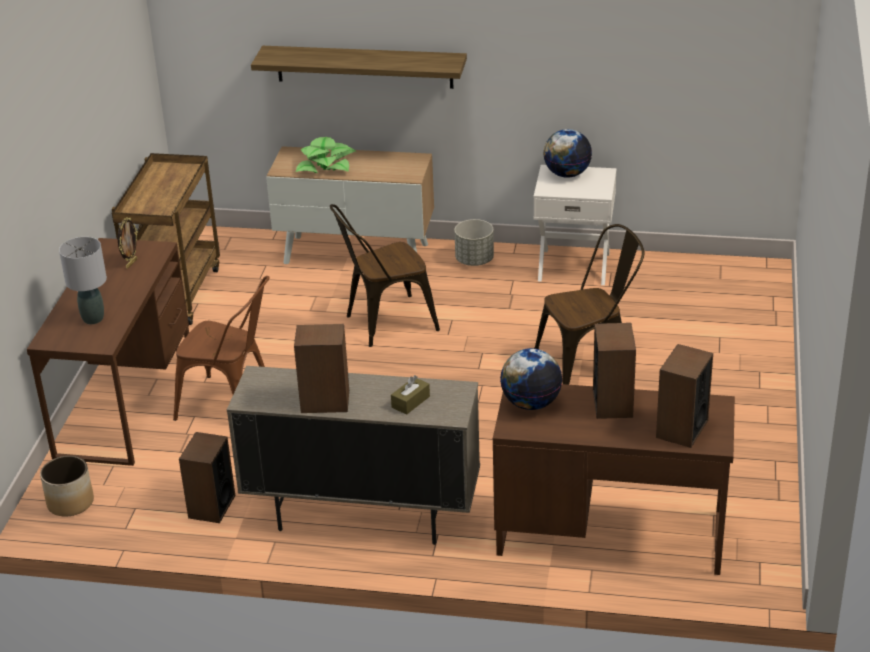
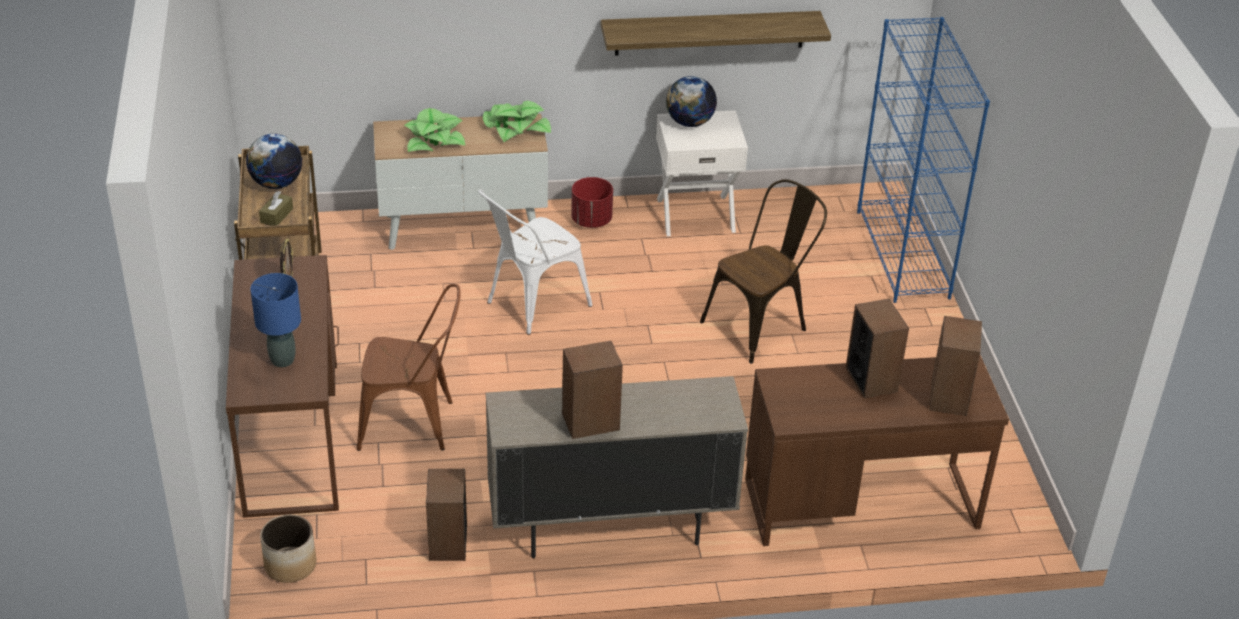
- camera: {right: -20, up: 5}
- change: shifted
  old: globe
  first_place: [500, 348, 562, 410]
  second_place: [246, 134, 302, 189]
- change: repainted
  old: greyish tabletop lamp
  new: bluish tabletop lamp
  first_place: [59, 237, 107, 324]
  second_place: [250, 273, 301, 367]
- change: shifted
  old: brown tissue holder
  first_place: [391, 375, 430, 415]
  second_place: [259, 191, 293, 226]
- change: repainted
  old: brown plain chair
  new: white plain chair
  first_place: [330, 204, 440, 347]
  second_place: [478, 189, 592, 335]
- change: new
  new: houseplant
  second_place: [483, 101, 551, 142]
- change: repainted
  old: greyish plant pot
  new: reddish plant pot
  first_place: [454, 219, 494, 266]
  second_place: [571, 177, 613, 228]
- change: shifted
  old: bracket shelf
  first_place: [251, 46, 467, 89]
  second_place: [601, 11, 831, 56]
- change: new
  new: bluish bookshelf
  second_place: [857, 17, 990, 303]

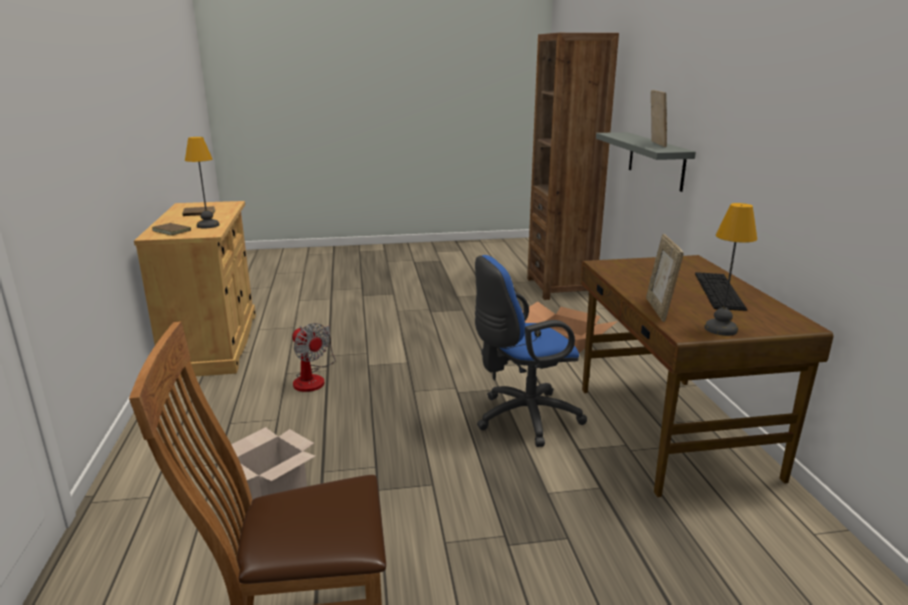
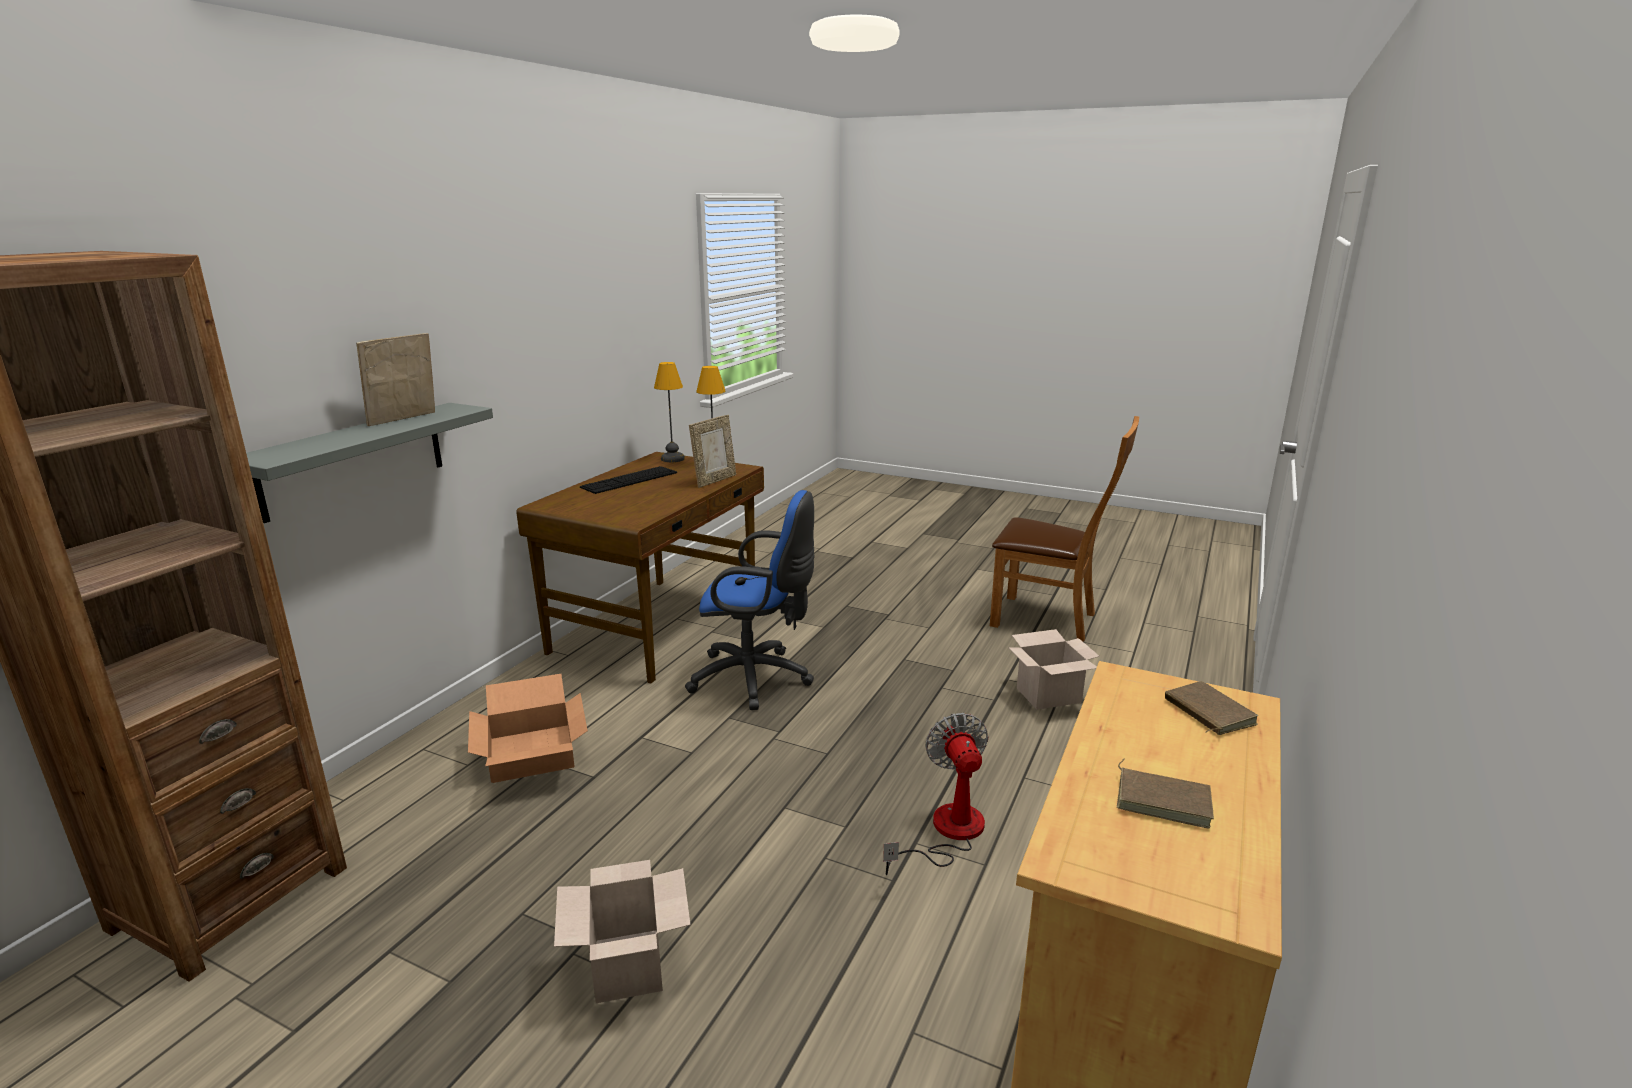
- camera: {right: -145, up: 0}
- change: new
  new: carton
  second_place: [554, 860, 691, 1003]
- change: shifted
  old: tabletop lamp
  first_place: [185, 137, 219, 228]
  second_place: [654, 362, 685, 462]

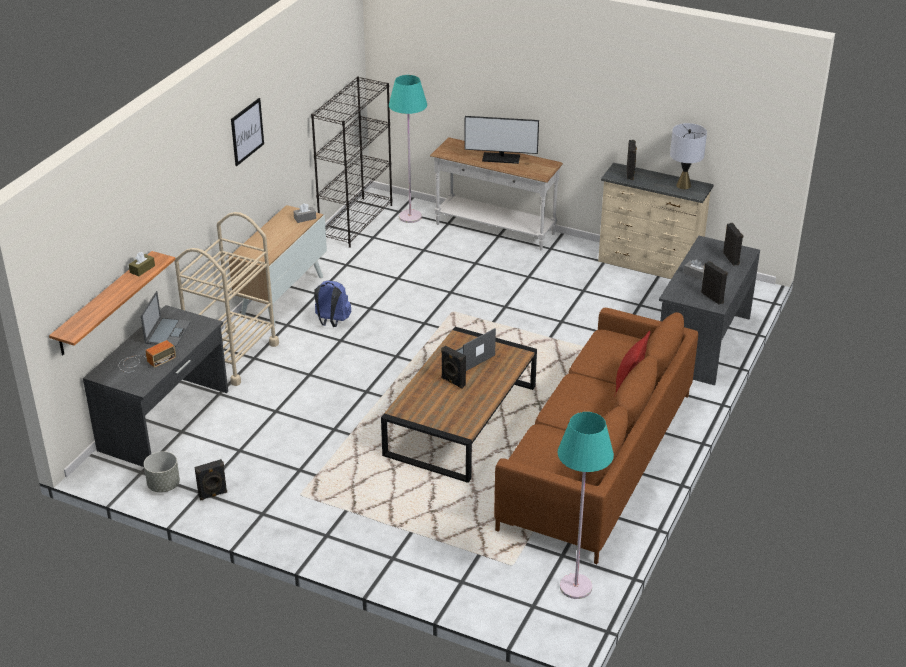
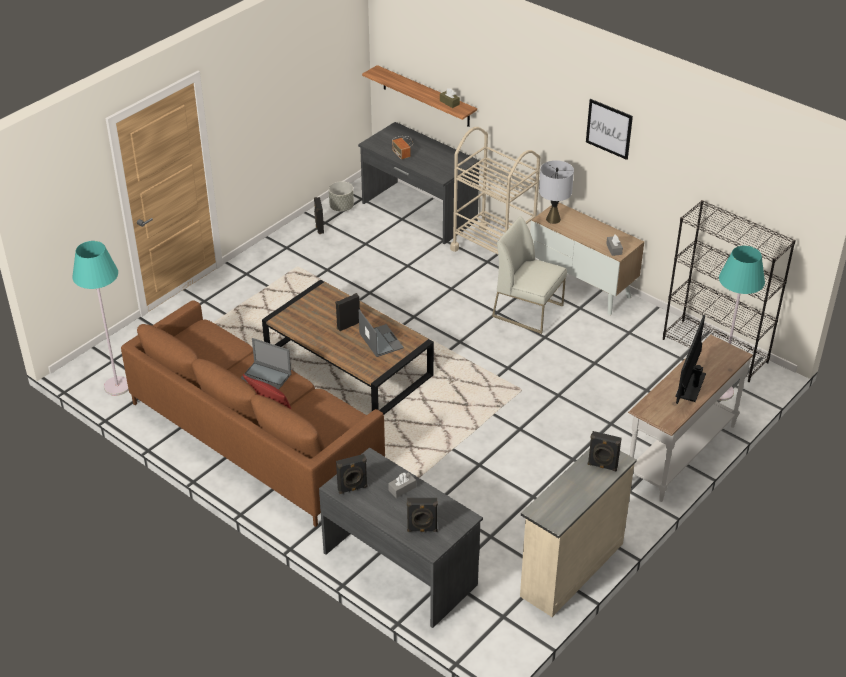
- camera: {right: 105, up: 5}
- change: shifted
  old: laptop
  first_place: [141, 291, 191, 347]
  second_place: [241, 338, 291, 390]
- change: swapped
  old: bluish backpack
  new: white plain chair
  first_place: [314, 280, 351, 327]
  second_place: [492, 216, 567, 334]
- change: shifted
  old: greyish tabletop lamp
  first_place: [670, 123, 707, 189]
  second_place: [539, 160, 574, 224]

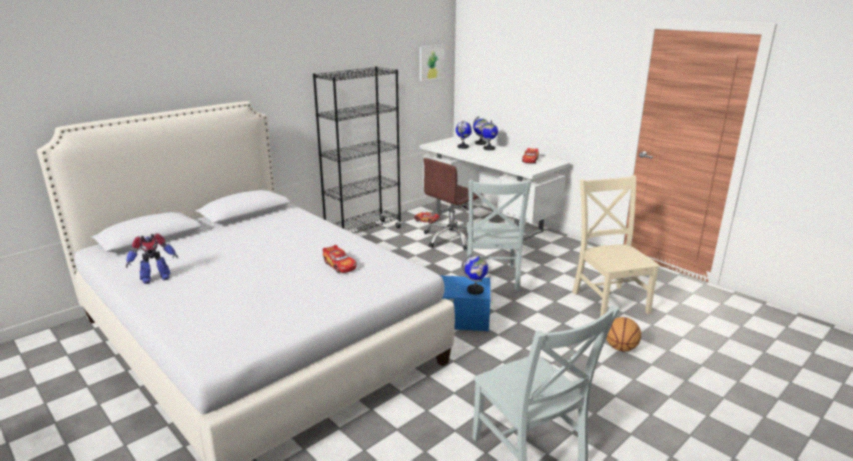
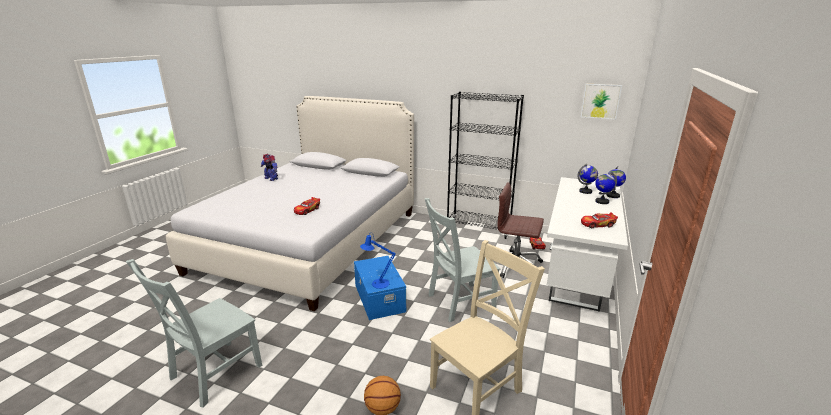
- camera: {right: 65, up: 0}
- change: swapped
  old: globe
  new: bluish tabletop lamp
  first_place: [461, 254, 488, 295]
  second_place: [360, 233, 396, 289]

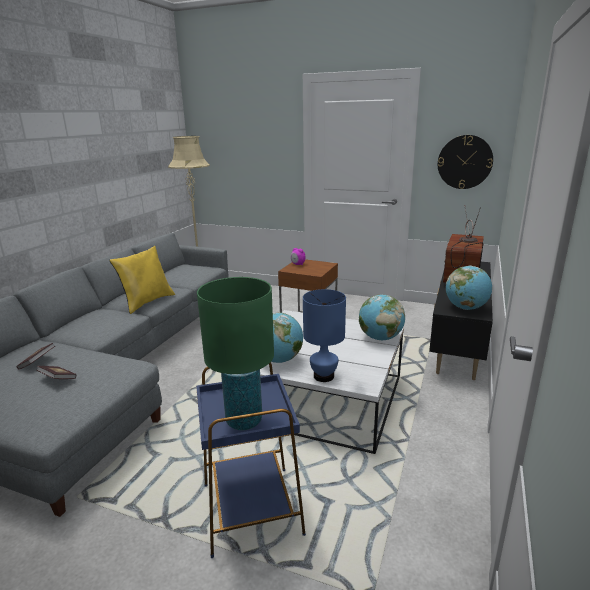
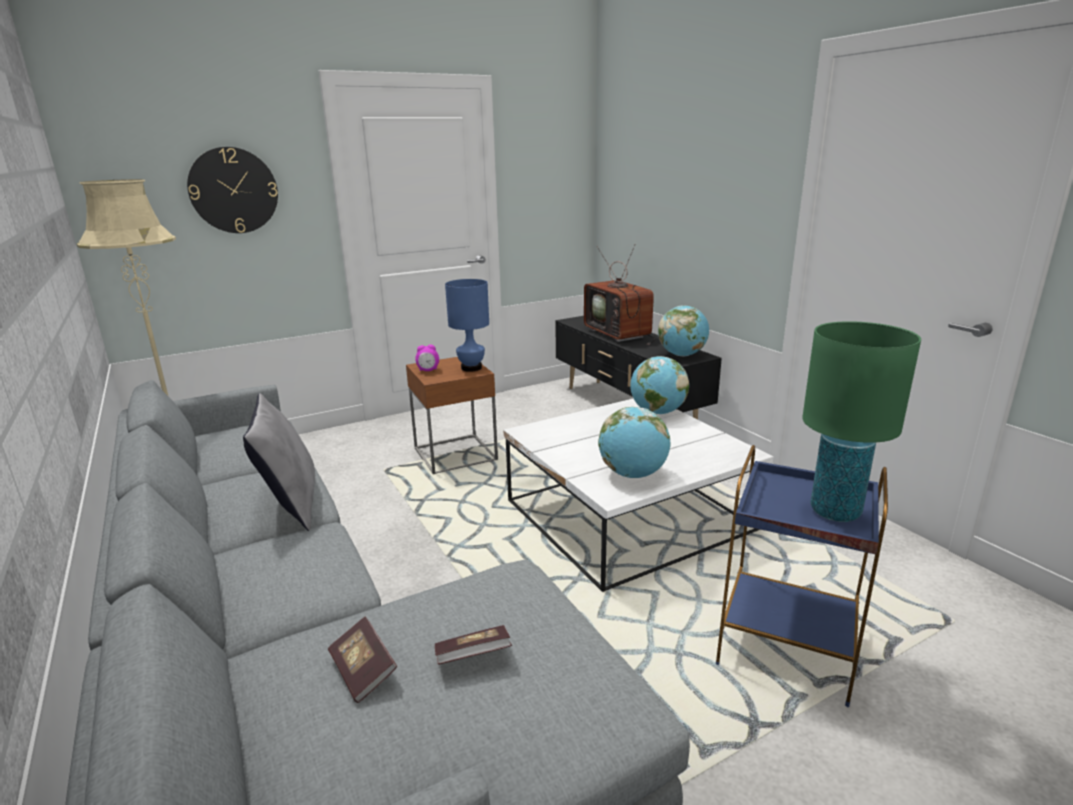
- camera: {right: -50, up: 0}
- change: shifted
  old: hanging clock
  first_place: [438, 135, 493, 189]
  second_place: [187, 147, 278, 233]
- change: repainted
  old: yellow-coloured throw pillow
  new: greyish throw pillow
  first_place: [109, 246, 175, 314]
  second_place: [243, 393, 315, 531]
- change: shifted
  old: bluish tabletop lamp
  first_place: [303, 289, 346, 382]
  second_place: [445, 279, 489, 372]

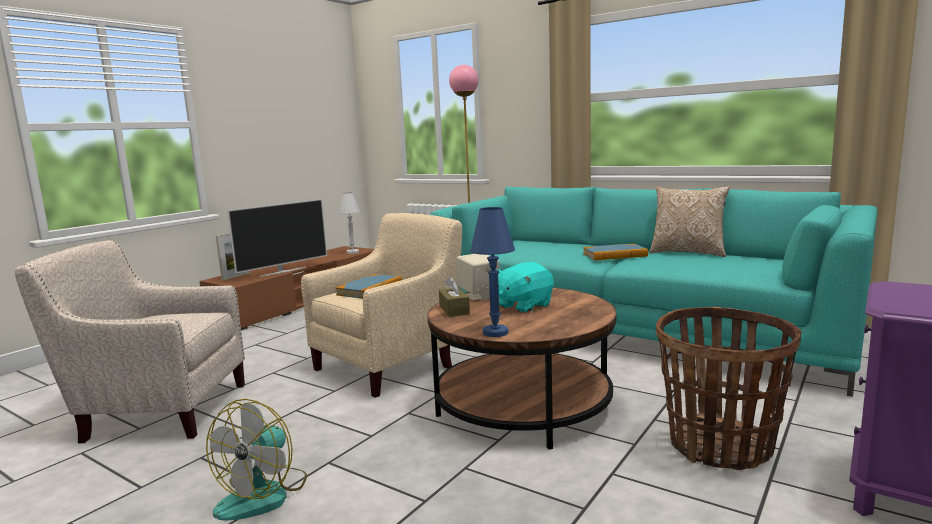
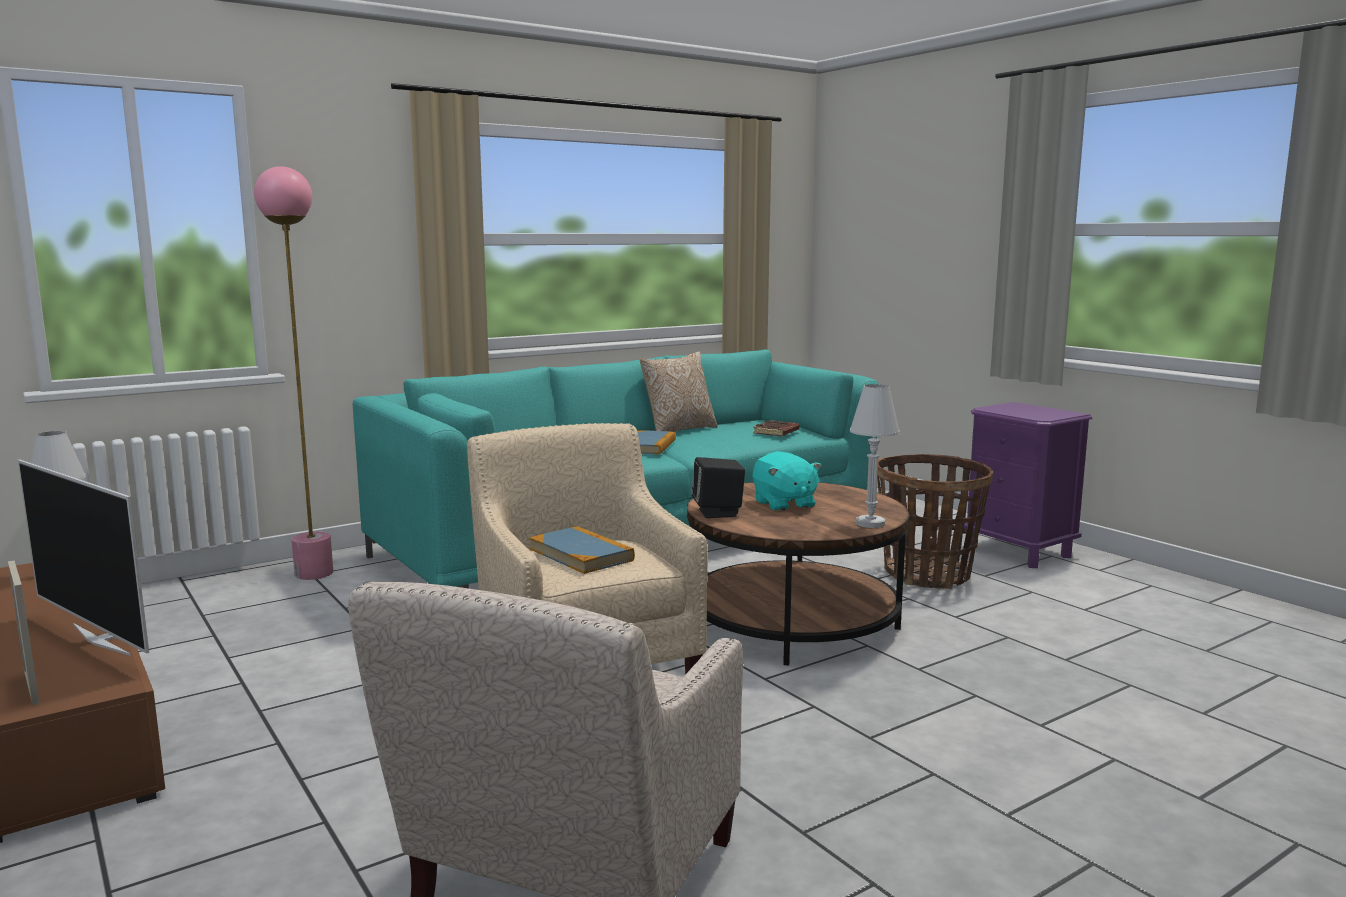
- camera: {right: -70, up: 0}
- change: rotated
  old: TV
  first_place: [227, 199, 327, 277]
  second_place: [18, 460, 149, 656]
  degrees: 150
- change: repainted
  old: sand-coloured speaker
  new: blackish speaker
  first_place: [457, 254, 500, 301]
  second_place: [691, 457, 745, 518]
- change: new
  new: brown book
  second_place: [753, 420, 800, 436]
- change: repainted
  old: bluish tabletop lamp
  new: white tabletop lamp
  first_place: [470, 207, 515, 337]
  second_place: [850, 384, 900, 528]
- change: gone
  old: fan
  first_place: [206, 399, 307, 520]
- change: gone
  old: brown tissue holder
  first_place: [439, 277, 470, 317]

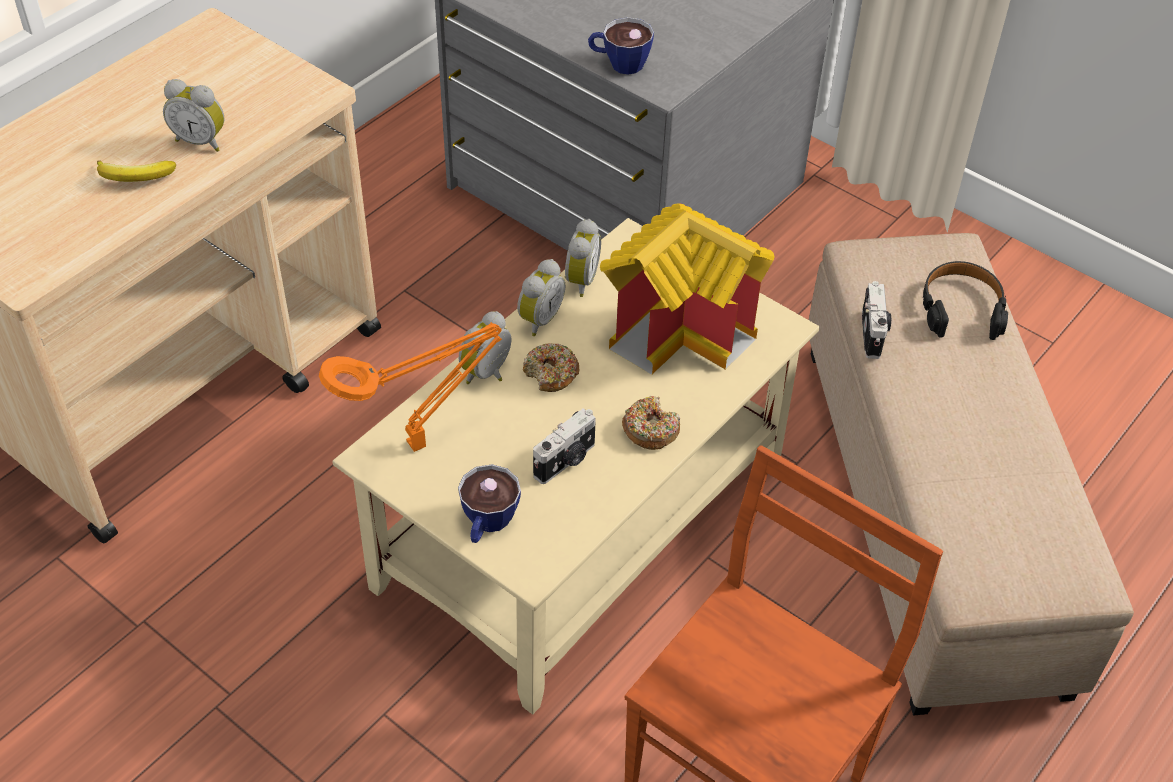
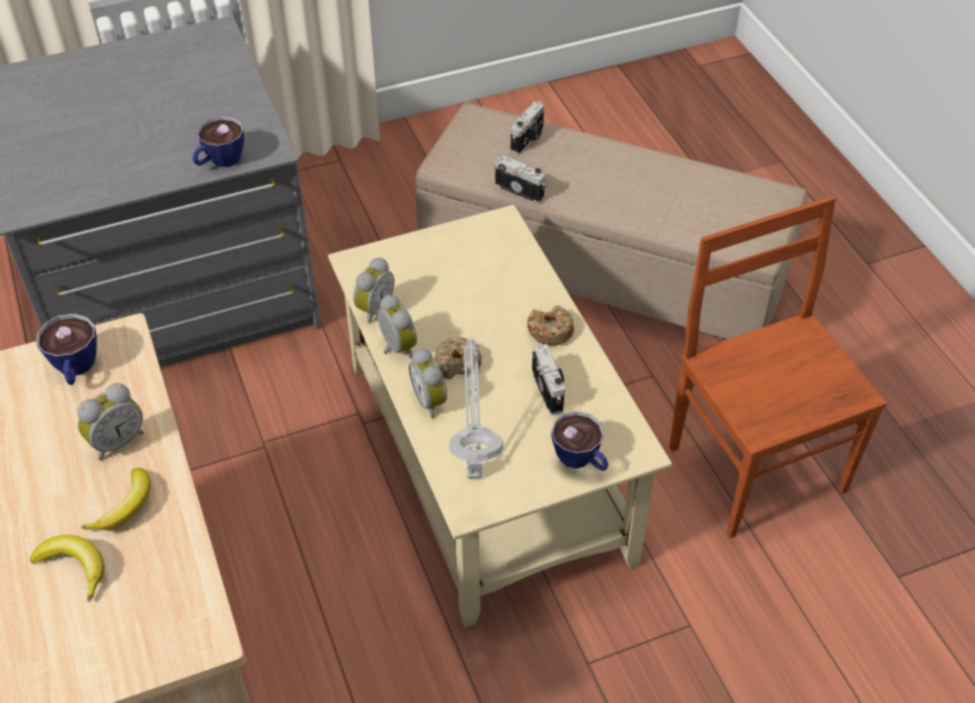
- camera: {right: -60, up: 0}
- change: new
  new: banana
  second_place: [30, 535, 105, 602]
- change: new
  new: cup
  second_place: [36, 314, 97, 385]
- change: rotated
  old: alarm clock
  first_place: [564, 219, 601, 297]
  second_place: [353, 257, 395, 324]
  degrees: 75
- change: repainted
  old: orange-coloured tabletop lamp
  new: greyish tabletop lamp
  first_place: [319, 322, 502, 452]
  second_place: [449, 338, 503, 478]
- change: swapped
  old: blackish headset
  new: photo camera
  first_place: [923, 261, 1008, 340]
  second_place: [511, 101, 544, 155]
- change: gone
  old: model house
  first_place: [600, 203, 775, 375]

